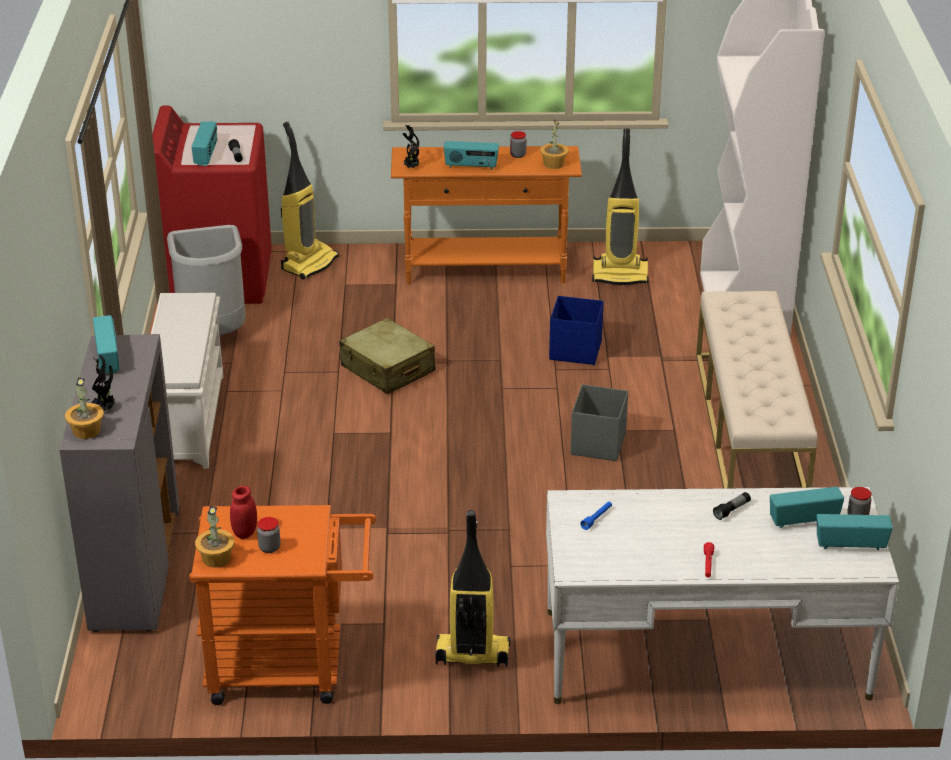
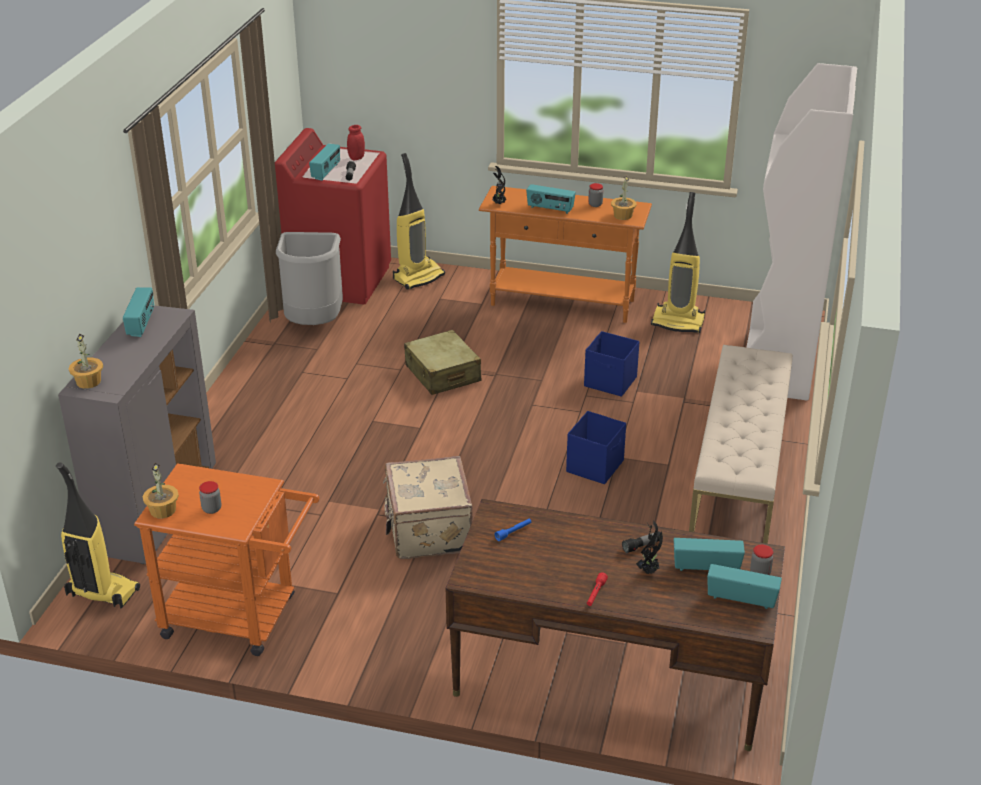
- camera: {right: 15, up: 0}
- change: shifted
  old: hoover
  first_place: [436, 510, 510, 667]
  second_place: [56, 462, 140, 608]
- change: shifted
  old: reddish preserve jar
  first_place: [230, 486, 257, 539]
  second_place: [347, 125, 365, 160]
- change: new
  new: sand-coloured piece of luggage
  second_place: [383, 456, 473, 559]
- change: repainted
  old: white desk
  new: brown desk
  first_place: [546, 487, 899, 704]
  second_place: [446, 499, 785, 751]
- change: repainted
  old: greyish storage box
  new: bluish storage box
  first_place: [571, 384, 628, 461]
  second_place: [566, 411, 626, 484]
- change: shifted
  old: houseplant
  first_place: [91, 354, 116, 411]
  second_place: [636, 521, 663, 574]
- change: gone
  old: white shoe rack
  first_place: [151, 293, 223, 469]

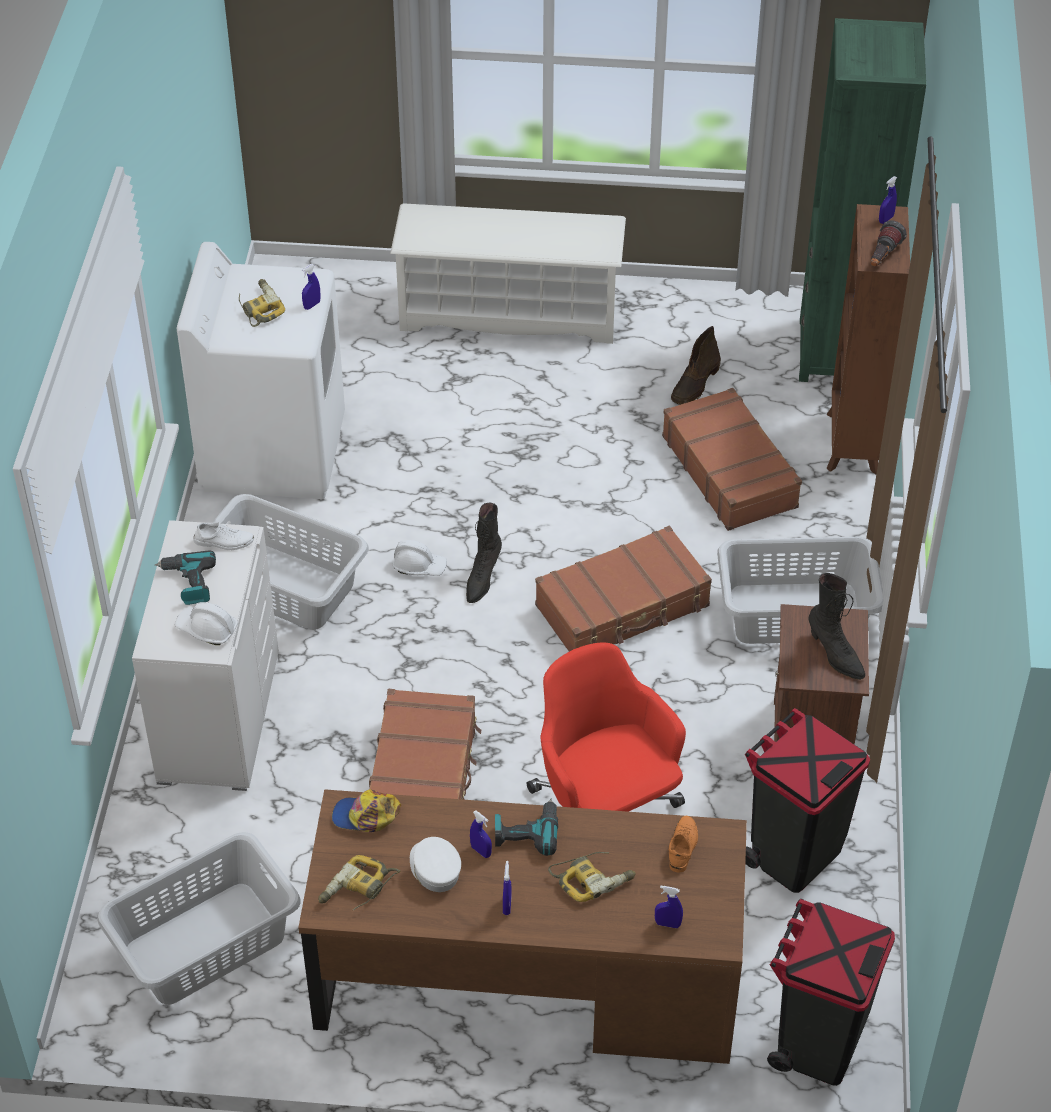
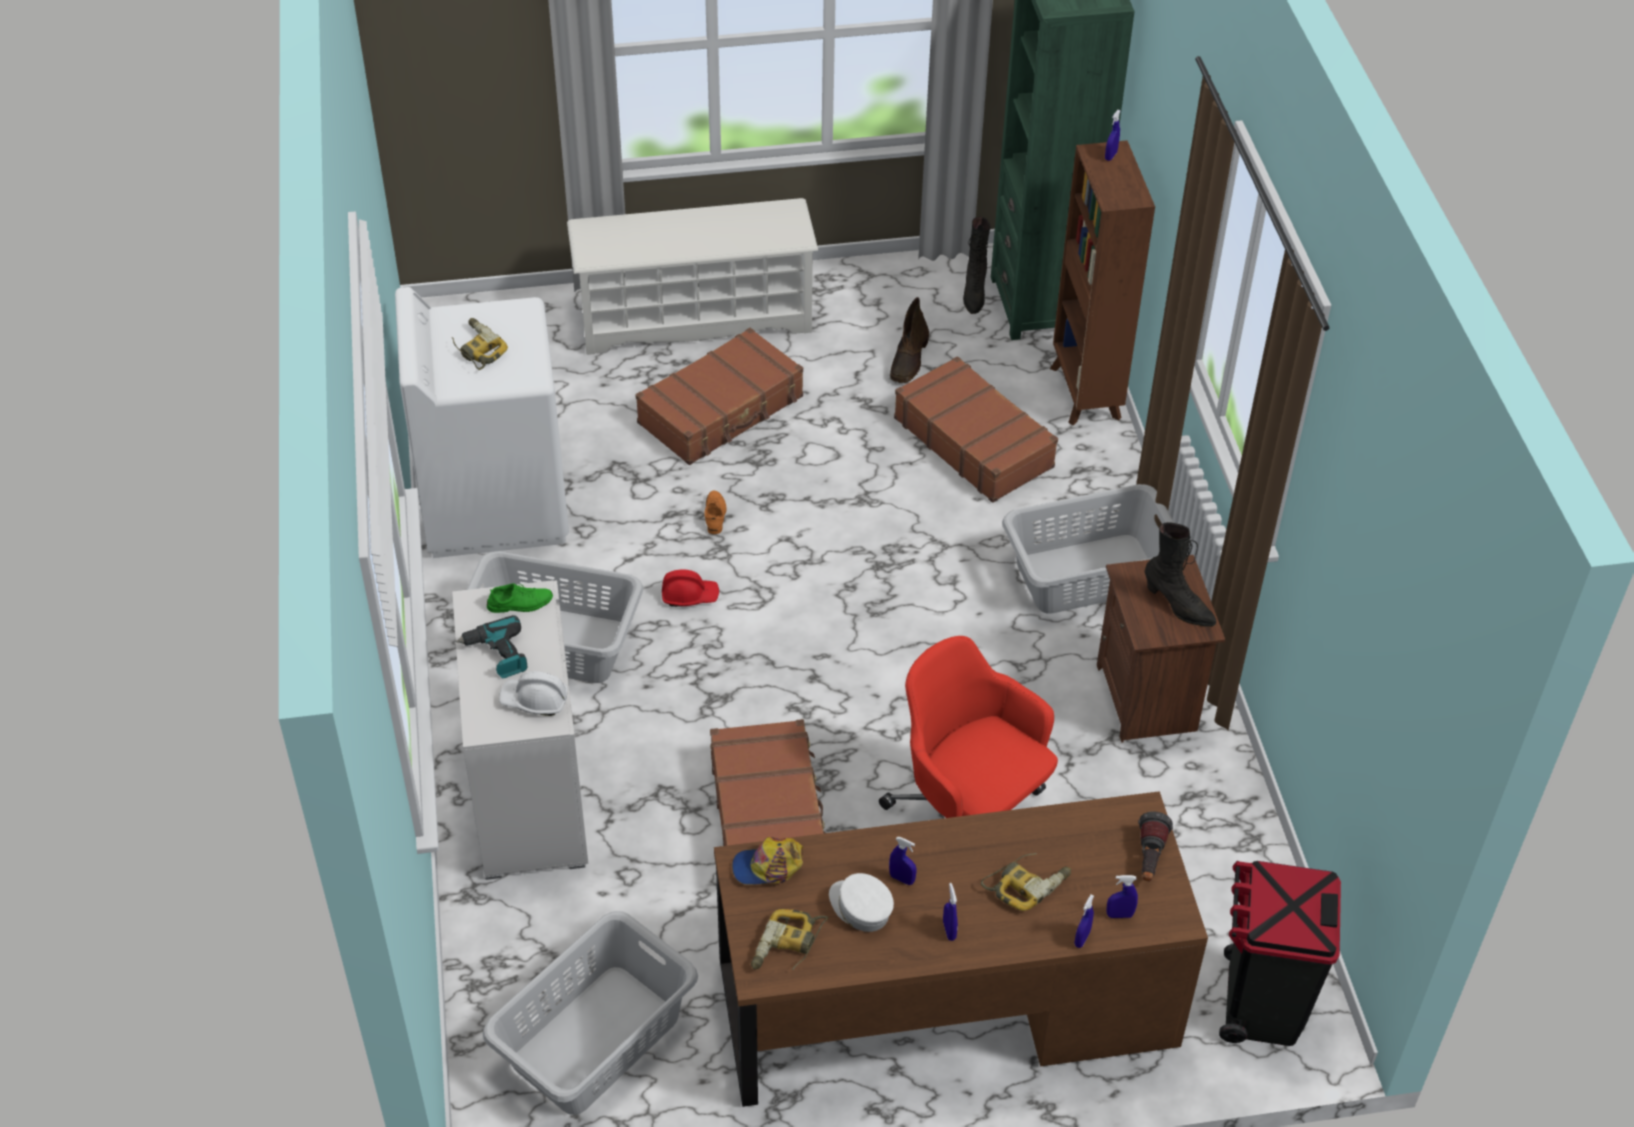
- camera: {right: -15, up: 0}
- change: repainted
  old: white shoe
  new: greenish shoe
  first_place: [194, 522, 254, 550]
  second_place: [487, 583, 553, 613]
- change: shifted
  old: brown piece of luggage
  first_place: [535, 526, 712, 652]
  second_place: [635, 328, 803, 465]
- change: repainted
  old: white work helmet
  new: reddish work helmet
  first_place: [392, 540, 447, 576]
  second_place: [662, 569, 719, 607]
- change: shifted
  old: orange-coloured shoe
  first_place: [669, 816, 698, 873]
  second_place: [704, 491, 726, 534]
- change: shifted
  old: blackish high-top boot
  first_place: [466, 503, 502, 603]
  second_place: [963, 217, 991, 314]
- change: shifted
  old: bluish hand sprayer
  first_place: [302, 264, 320, 310]
  second_place: [1074, 894, 1094, 948]
- change: shifted
  old: flashlight
  first_place: [871, 220, 907, 267]
  second_place: [1138, 811, 1173, 881]
- change: gone
  old: drill
  first_place: [495, 799, 558, 856]
- change: gone
  old: blackish rubbish bin
  first_place: [745, 708, 870, 893]

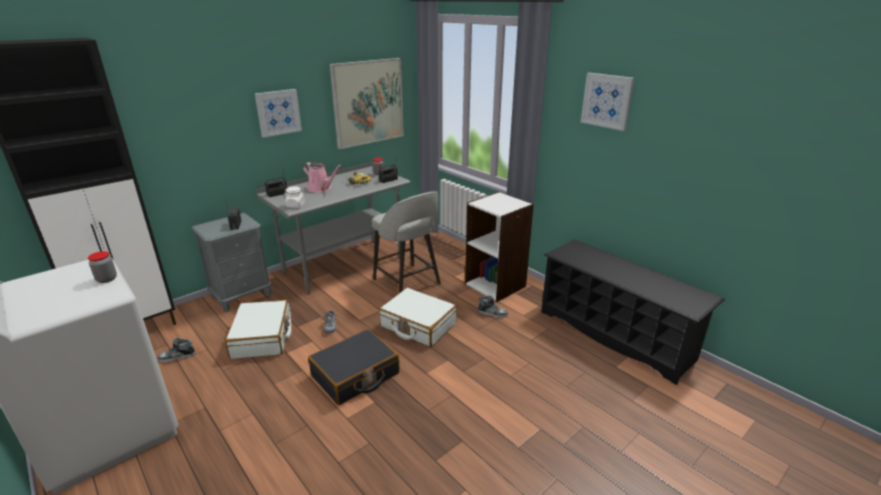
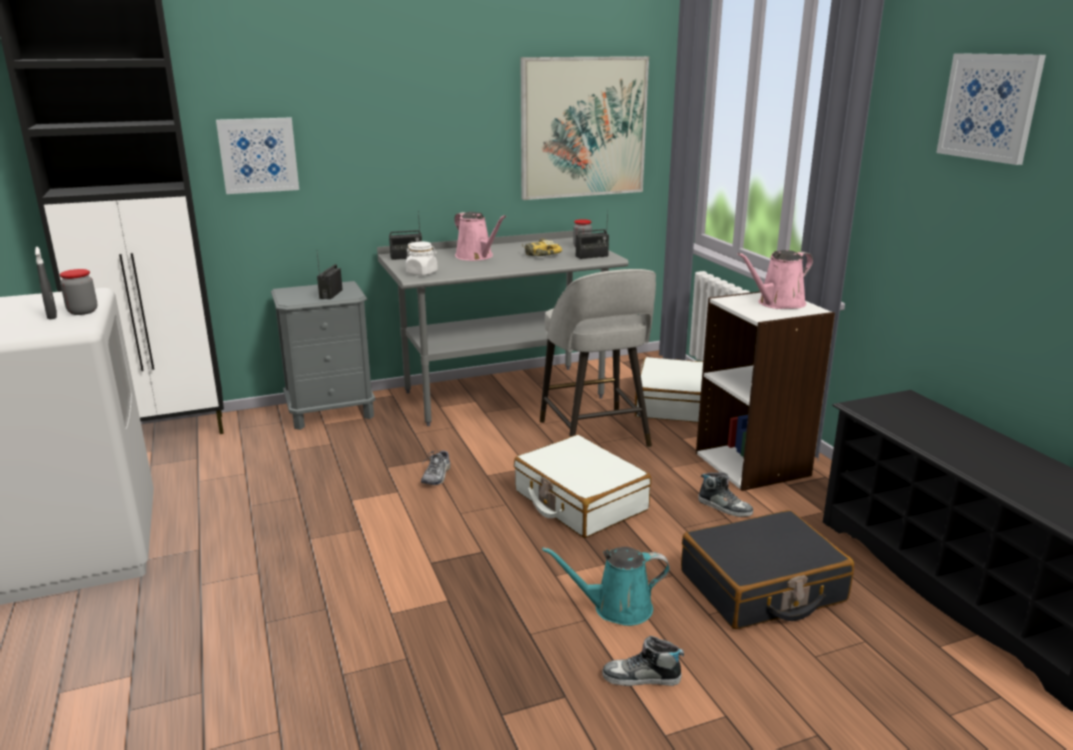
- camera: {right: 20, up: -5}
- change: new
  new: greyish hand sprayer
  second_place: [35, 247, 57, 319]
- change: shifted
  old: picture
  first_place: [255, 89, 302, 138]
  second_place: [216, 117, 299, 194]
- change: new
  new: turquoise-coloured watering pot
  second_place: [542, 547, 670, 626]
- change: shifted
  old: shoe
  first_place: [157, 338, 196, 362]
  second_place: [602, 636, 684, 686]
- change: shifted
  old: white piece of luggage
  first_place: [225, 300, 291, 359]
  second_place: [635, 357, 703, 423]
- change: shifted
  old: blackish piece of luggage
  first_place: [308, 329, 400, 405]
  second_place: [681, 510, 854, 629]
- change: new
  new: pink-coloured watering pot
  second_place: [738, 250, 813, 309]

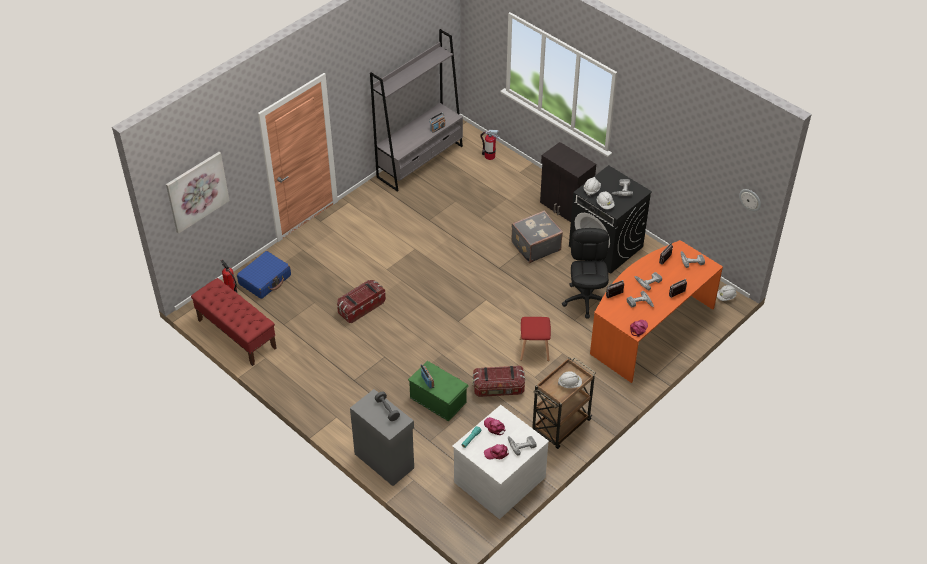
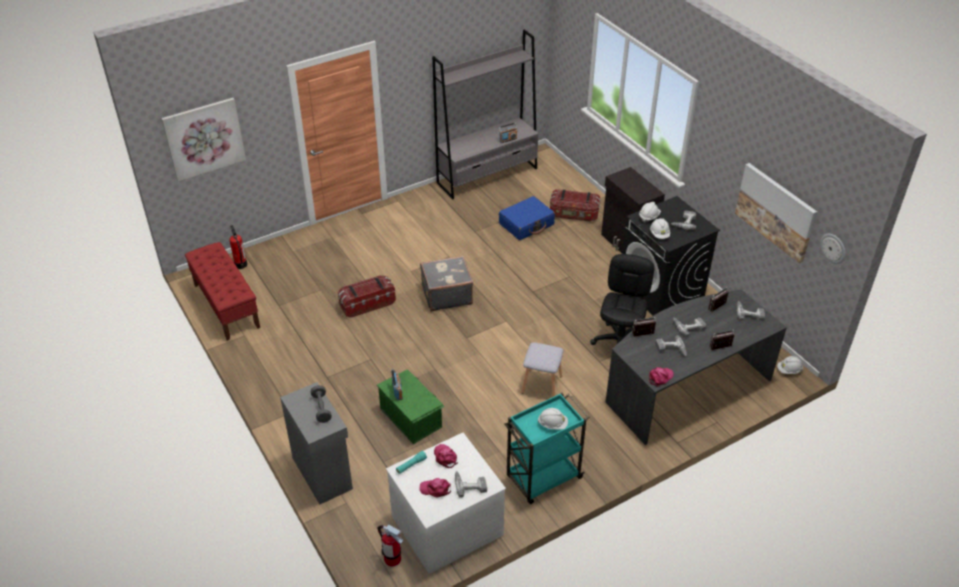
- camera: {right: 15, up: -5}
- change: shifted
  old: fire-fighting cylinder
  first_place: [480, 130, 500, 160]
  second_place: [378, 525, 403, 567]
- change: shifted
  old: greyish piece of luggage
  first_place: [511, 210, 563, 263]
  second_place: [420, 256, 473, 312]
- change: shifted
  old: bluish piece of luggage
  first_place: [237, 251, 291, 299]
  second_place: [499, 196, 555, 240]
- change: repainted
  old: brown wheeled cart
  new: turquoise-coloured wheeled cart
  first_place: [532, 357, 596, 449]
  second_place: [504, 393, 590, 504]
- change: repainted
  old: reddish stool seat
  new: greyish stool seat
  first_place: [520, 317, 551, 361]
  second_place: [521, 342, 564, 397]
- change: shifted
  old: storage box
  first_place: [473, 366, 525, 397]
  second_place: [550, 189, 601, 221]
- change: repainted
  old: orange-coloured desk
  new: greyish desk
  first_place: [590, 240, 723, 383]
  second_place: [606, 289, 787, 445]
- change: new
  new: picture
  second_place: [735, 163, 817, 263]

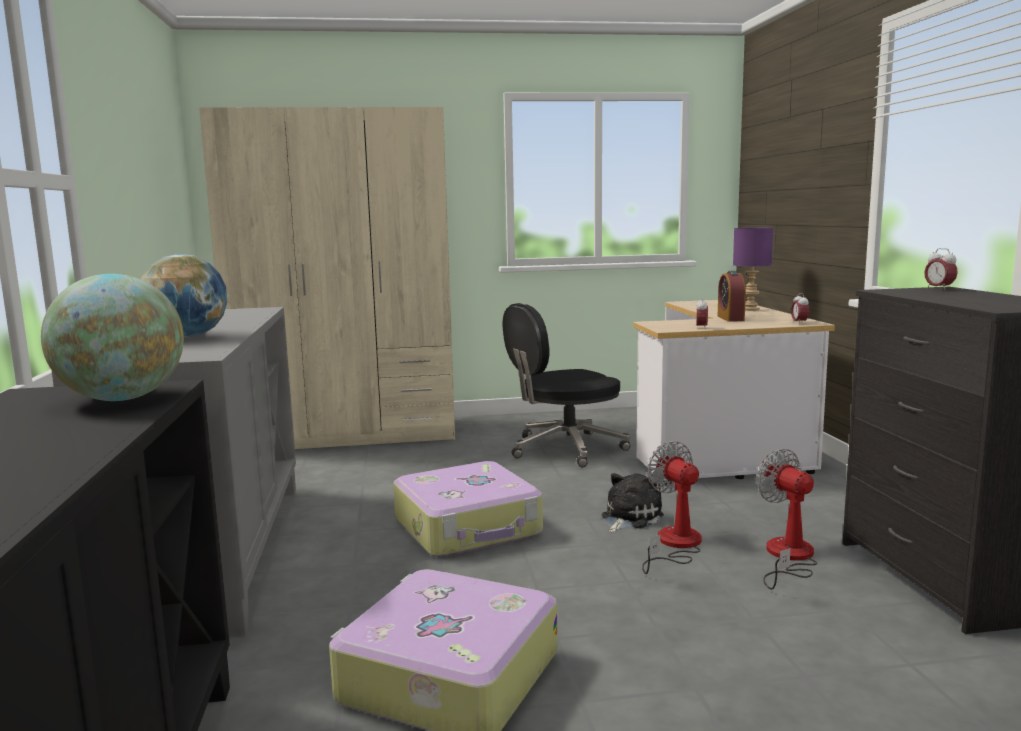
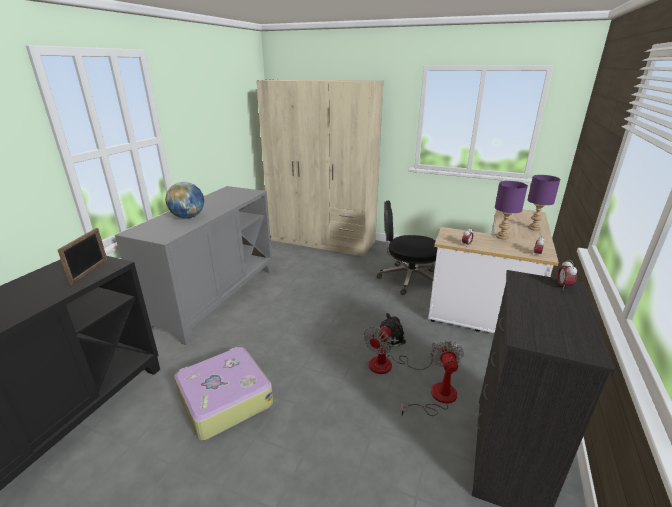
- camera: {right: 30, up: 15}
- change: swapped
  old: globe
  new: standing frame
  first_place: [41, 274, 184, 401]
  second_place: [58, 228, 107, 285]
- change: rotated
  old: fan
  first_place: [642, 441, 702, 574]
  second_place: [364, 326, 439, 374]
  degrees: -150
- change: swapped
  old: alarm clock
  new: purplish tabletop lamp
  first_place: [717, 271, 746, 322]
  second_place: [495, 181, 528, 240]
- change: gone
  old: piece of luggage
  first_place: [393, 461, 543, 557]

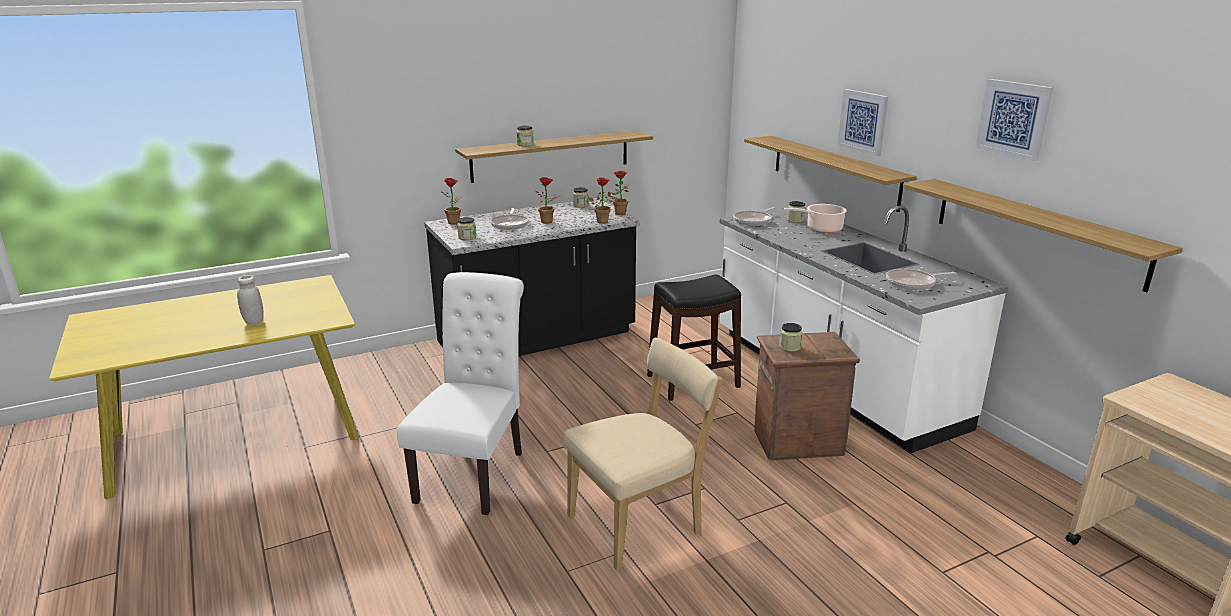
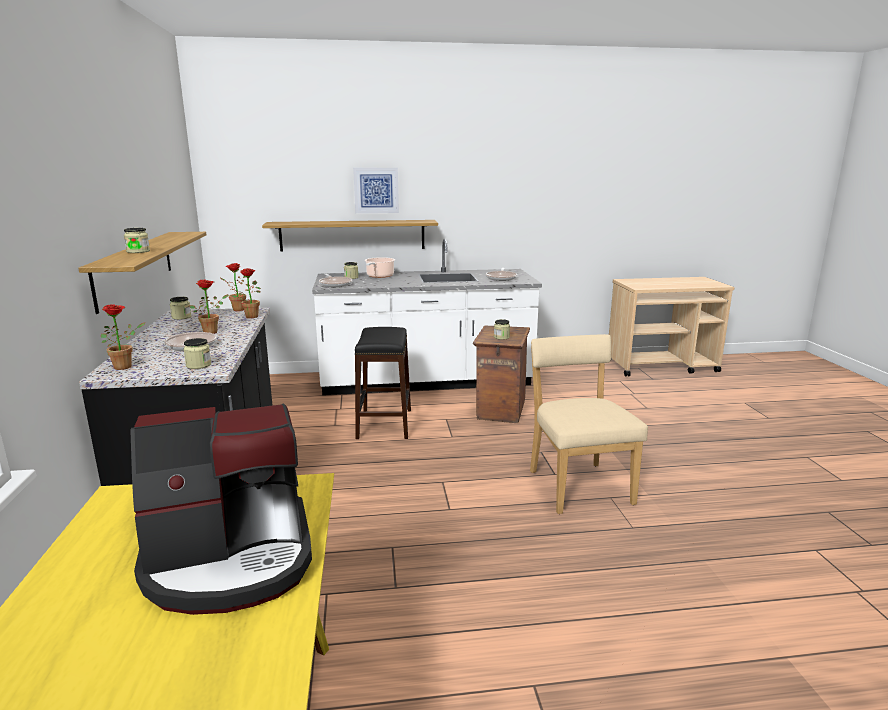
- camera: {right: -70, up: -5}
- change: swapped
  old: white preserve jar
  new: coffee machine
  first_place: [237, 275, 264, 325]
  second_place: [130, 404, 312, 615]
- change: gone
  old: white plain chair
  first_place: [397, 272, 524, 515]
- change: gone
  old: bracket shelf
  first_place: [903, 179, 1183, 292]
- change: gone
  old: picture
  first_place: [975, 79, 1053, 161]

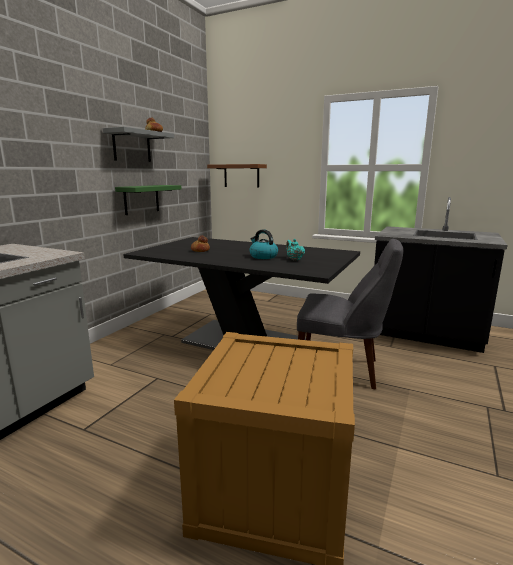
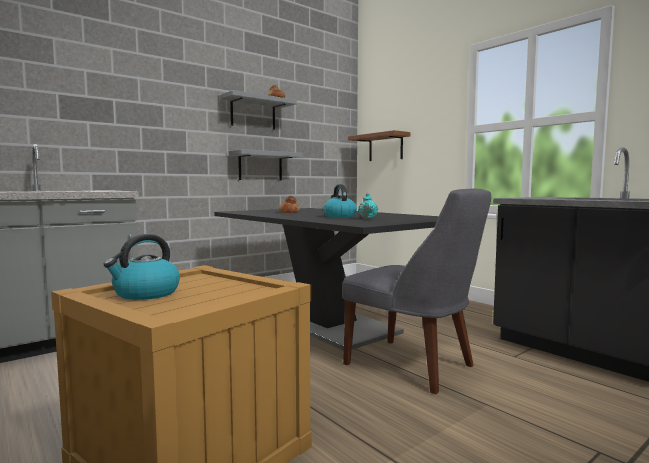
- camera: {right: 25, up: -10}
- change: new
  new: tea kettle
  second_place: [104, 234, 180, 300]
- change: repainted
  old: greenish bracket shelf
  new: greyish bracket shelf
  first_place: [115, 185, 181, 215]
  second_place: [229, 149, 303, 180]

